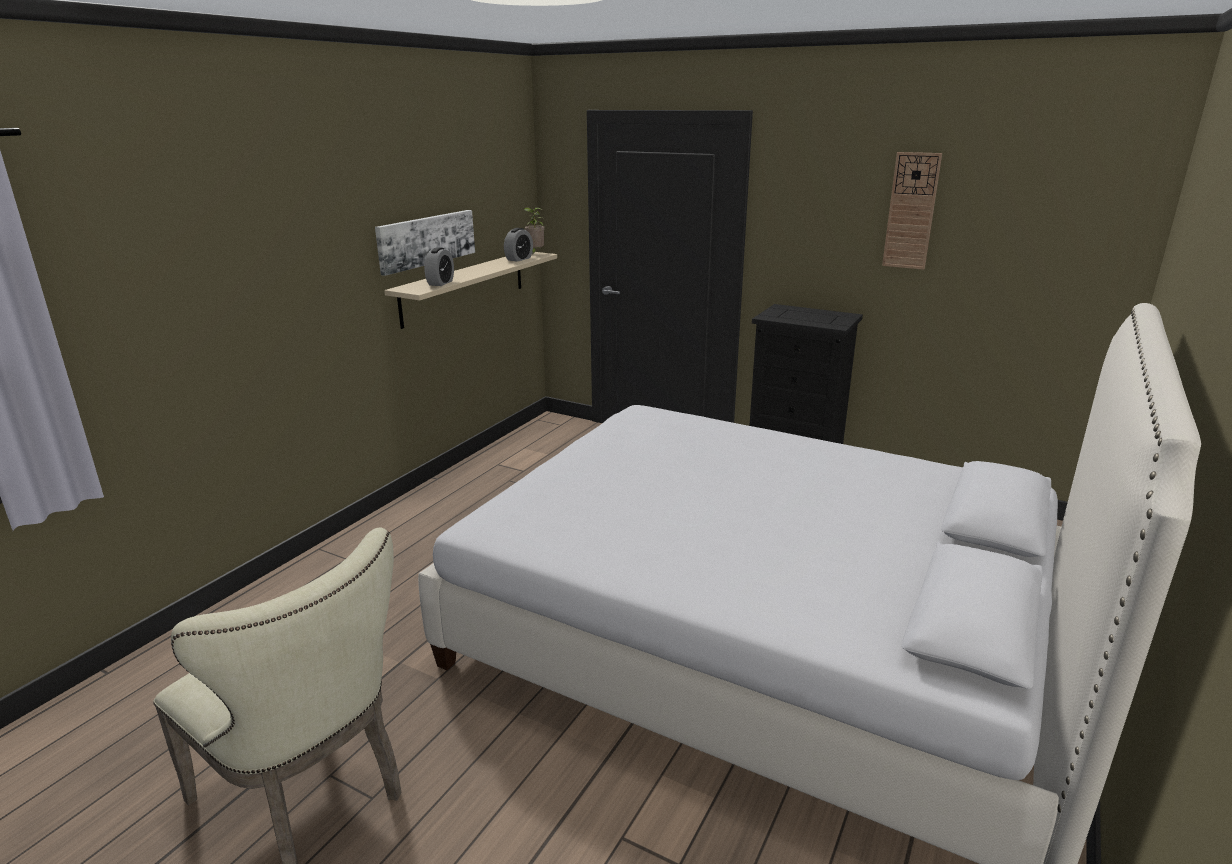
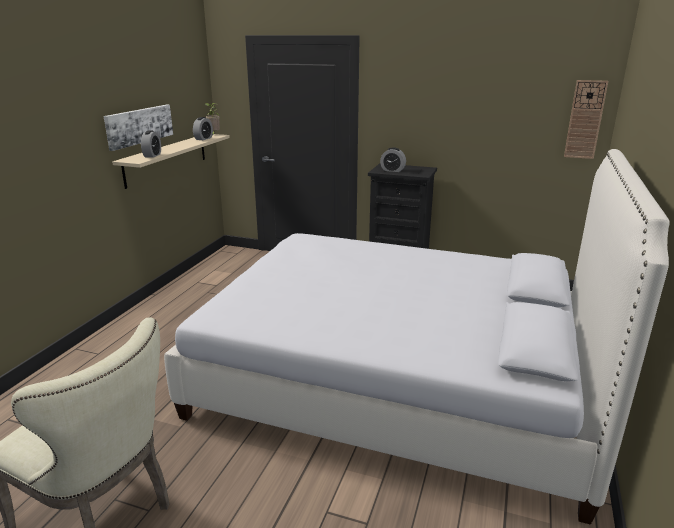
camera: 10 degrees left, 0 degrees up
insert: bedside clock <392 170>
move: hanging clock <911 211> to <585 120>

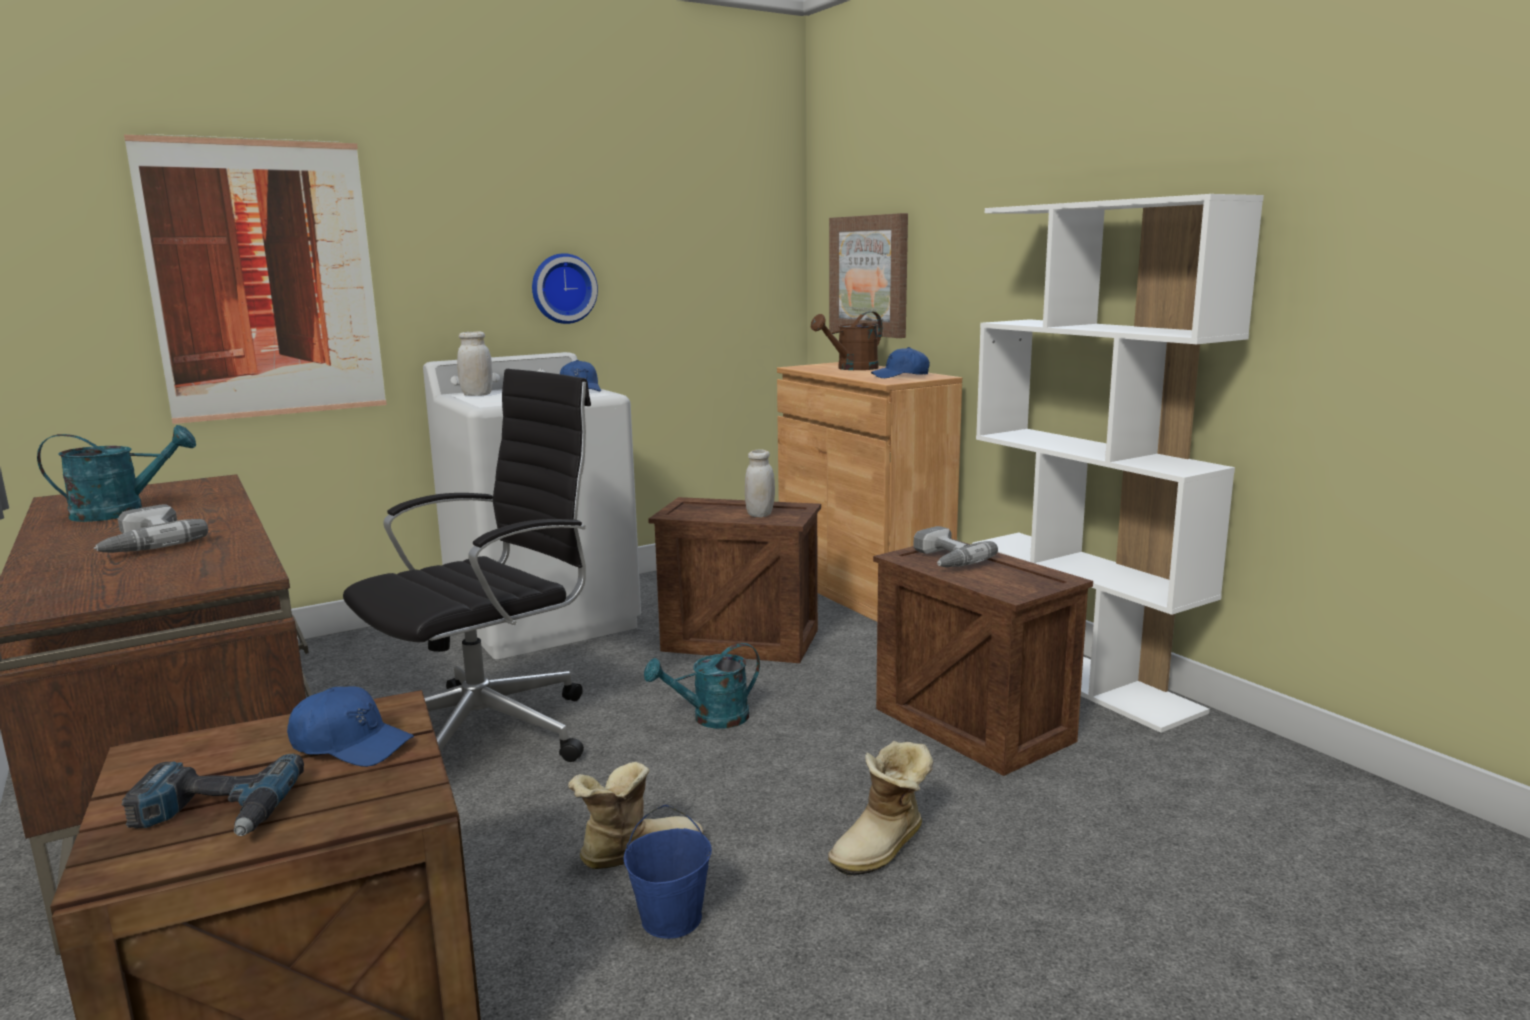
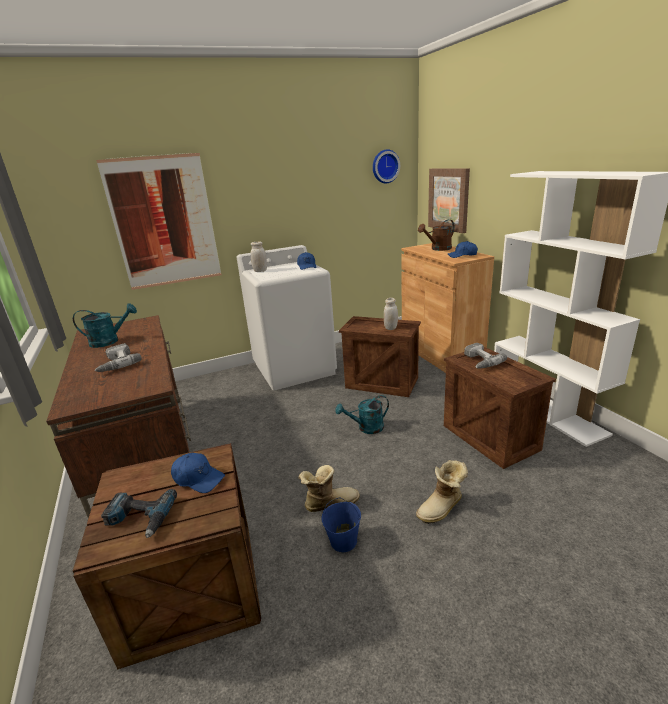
camera: 10 degrees right, 10 degrees up
delete: office chair (black-coloured) <490 733>
move: hanging clock <563 288> to <385 166>

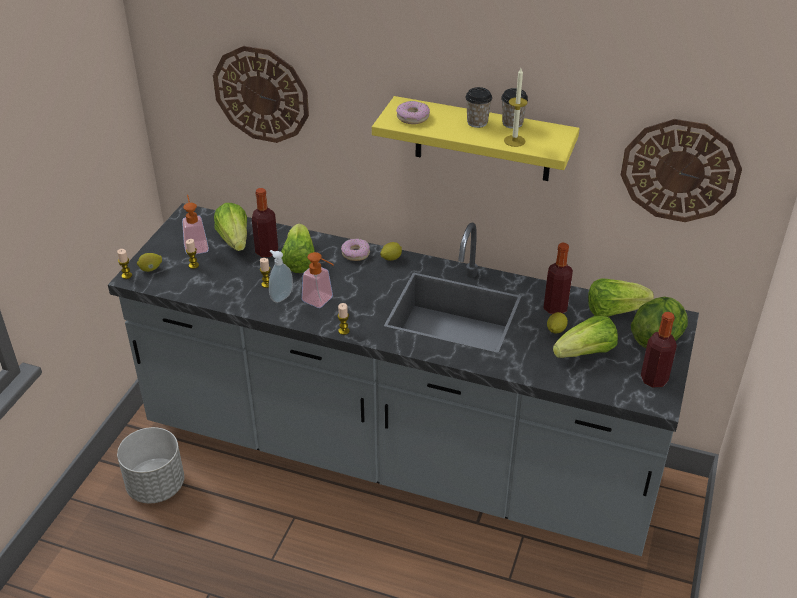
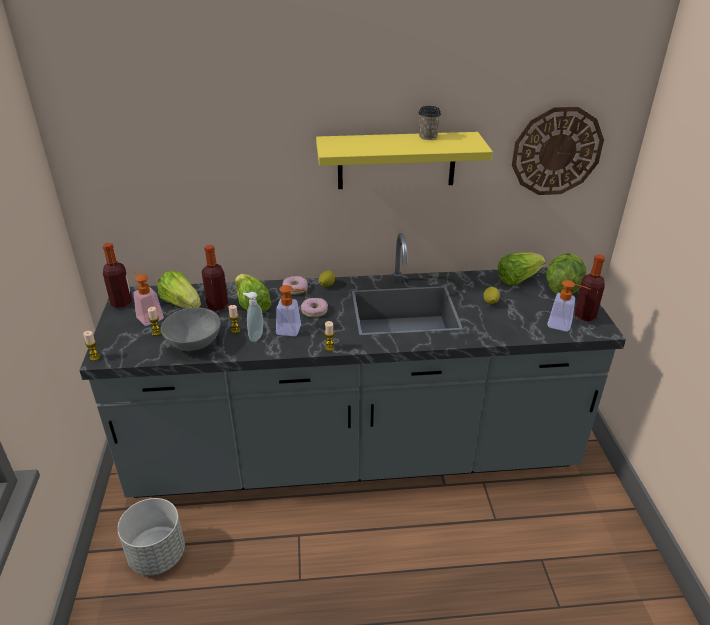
camera: 25 degrees left, 5 degrees down
delete: lemon <151 269>; hanging clock <261 94>; drinking cup <477 122>; wax candle <514 141>; head of lettuce <586 353>
insert: bowl (greyish) <194 343>; liquid soap bottle <564 326>
move: ring doughnut <413 117> to <314 311>; beverage bottle <555 308> to <122 303>

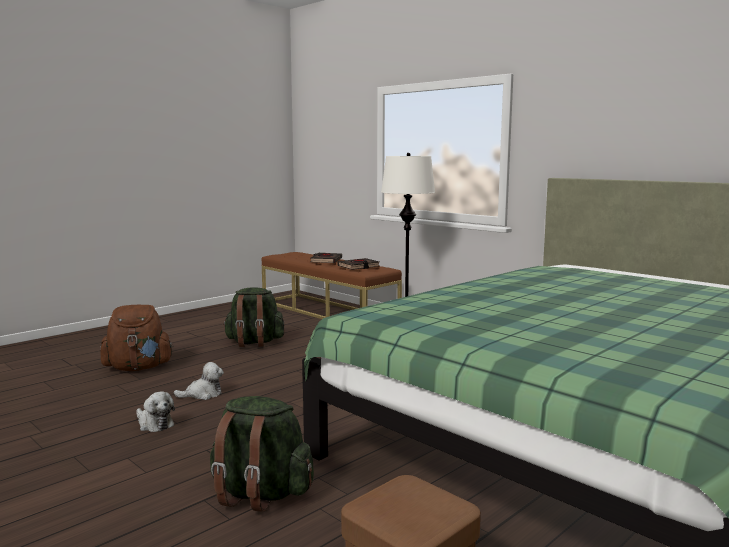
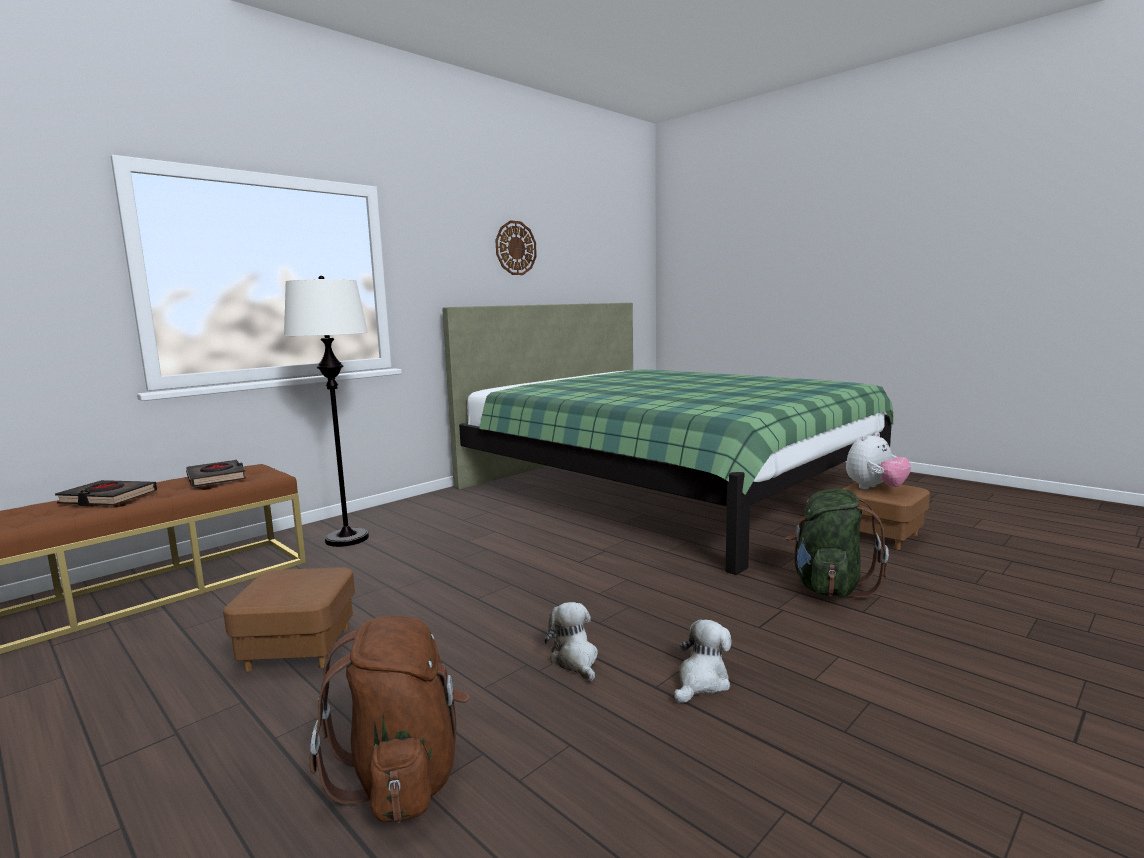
camera: 90 degrees left, 0 degrees up
insert: hanging clock <515 248>; cuddly toy <875 488>
replace: knapsack (green-coloured) <254 343> to pouffe (brown-coloured) <299 649>

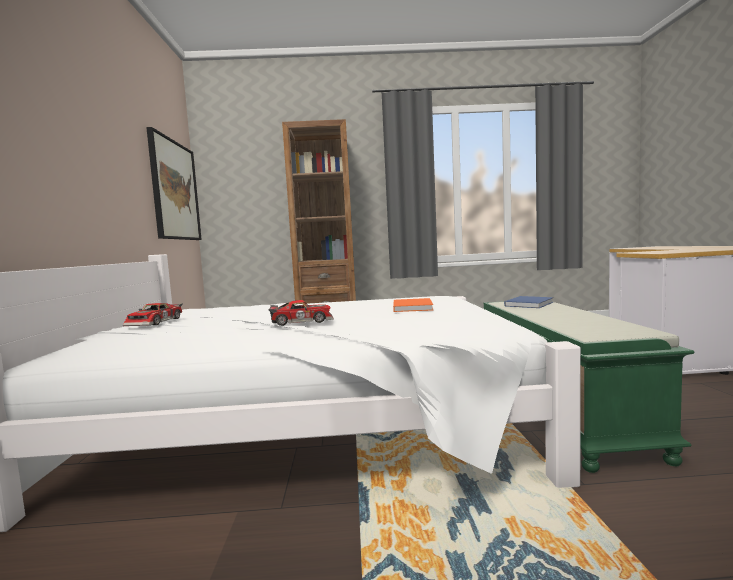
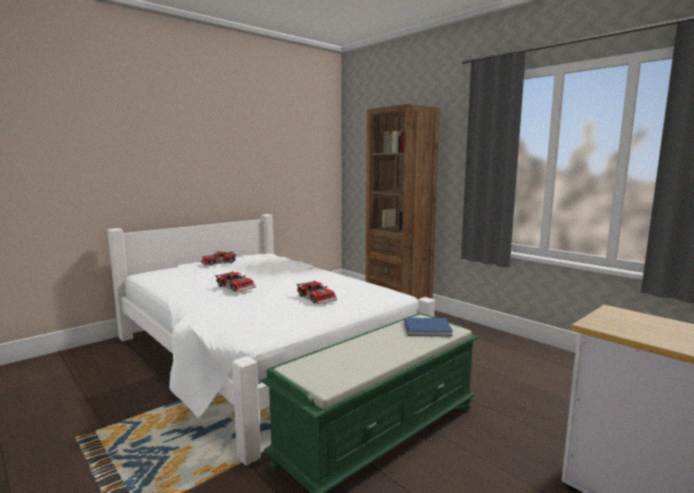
camera: 50 degrees right, 5 degrees up
delete: picture <175 190>
replace: bound book (orange-coloured) <412 307> to miniature car <317 297>

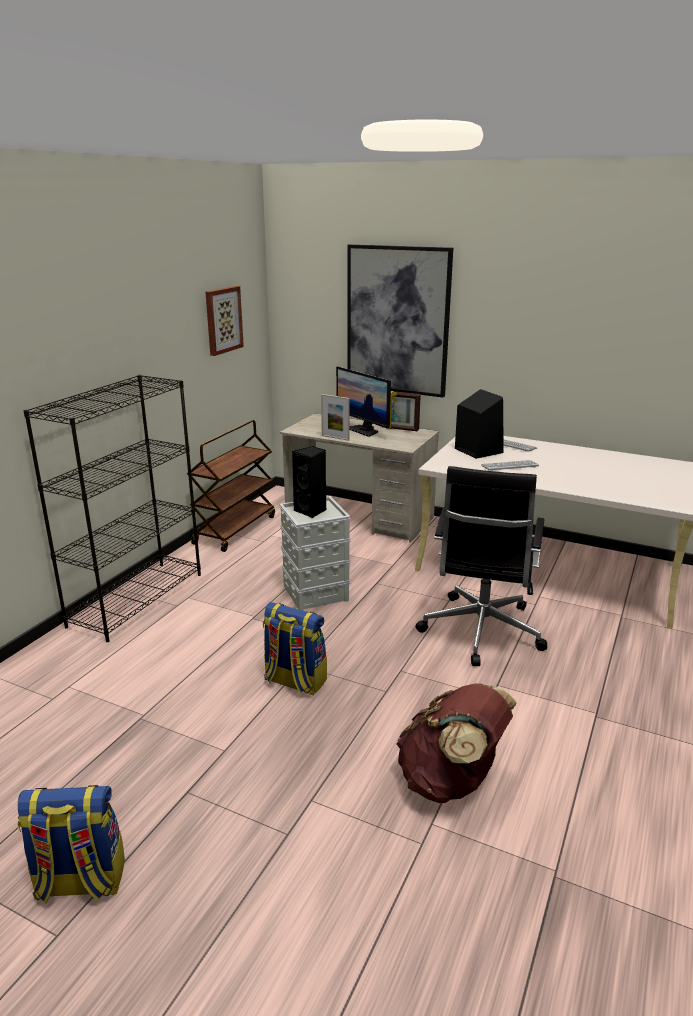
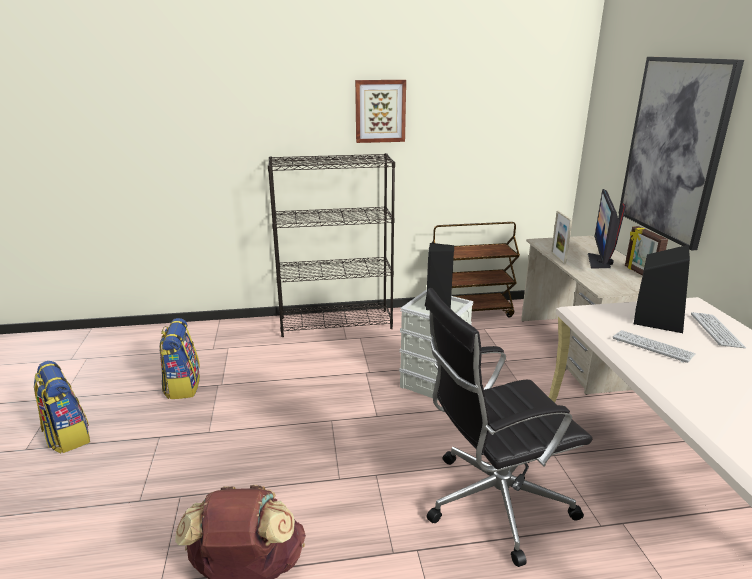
camera: 55 degrees right, 0 degrees up
move: picture <223 320> to <380 111>; knapsack <294 681> to <182 386>

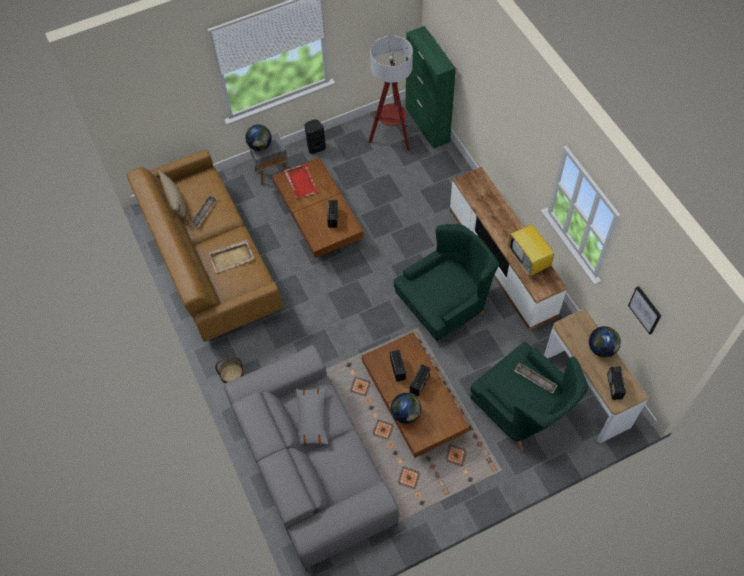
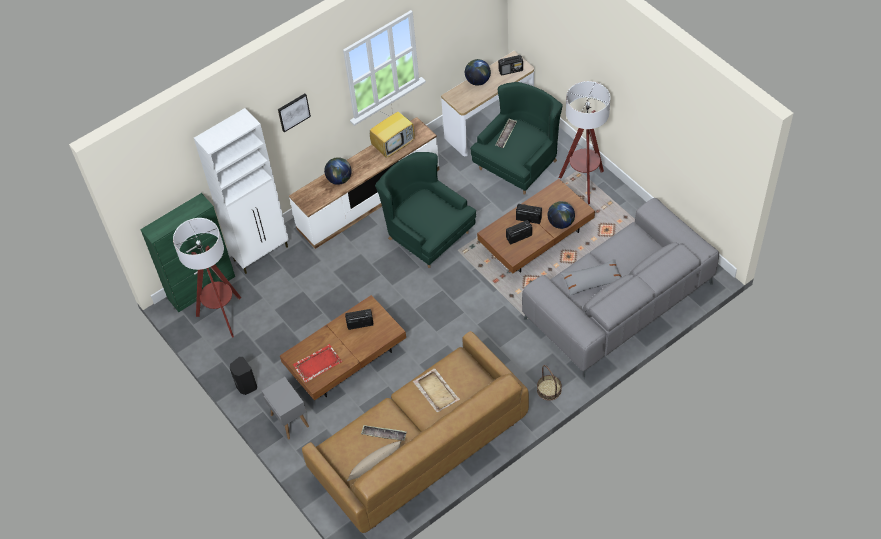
camera: 100 degrees left, 5 degrees down
insert: cabinet (white) <261 253>; standard lamp <583 184>
move: world globe <260 146> to <339 179>; picture <645 309> to <293 112>

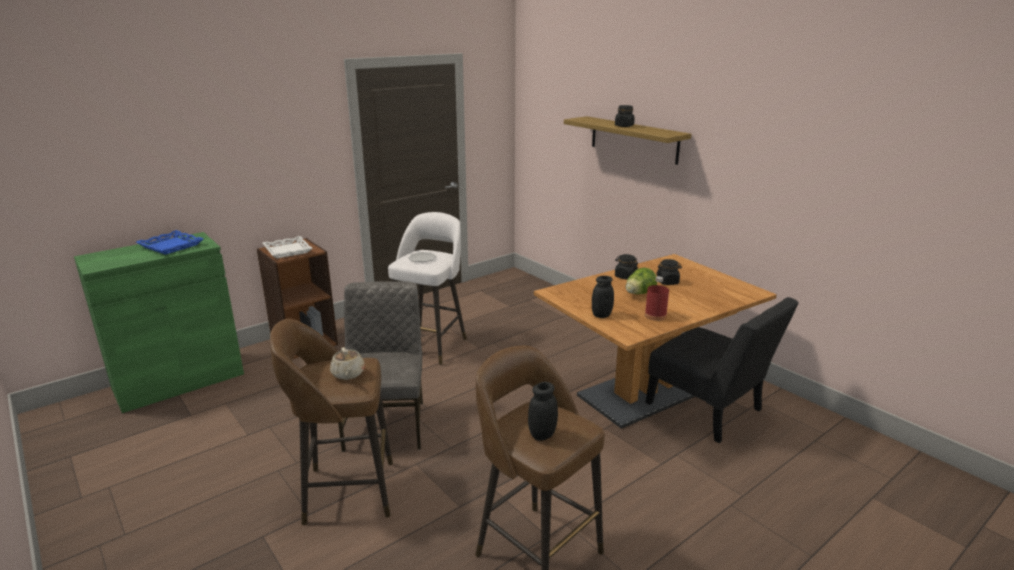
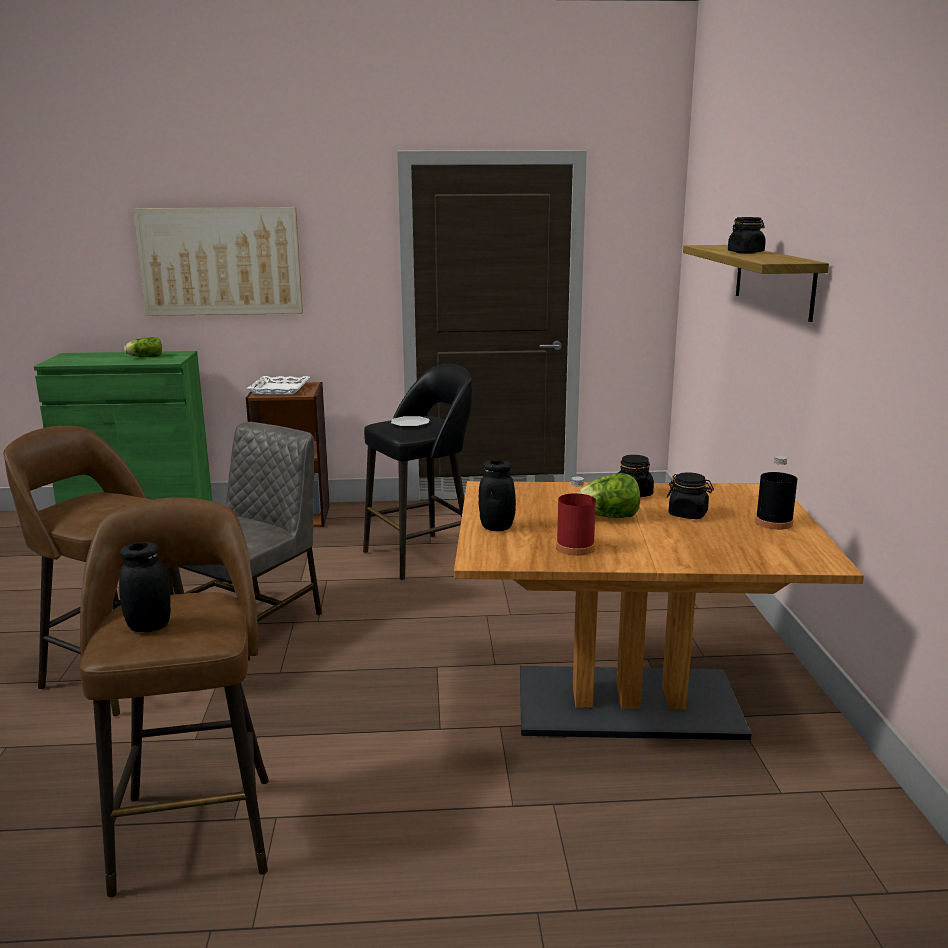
camera: 35 degrees right, 5 degrees down
delete: tea pot (beige-coloured) <348 374>; chair (black-coloured) <709 411>
insert: picture <220 261>; beverage bottle (black-coloured) <774 523>
replace: serving tray (blue-coloured) <171 246> to head of lettuce <144 357>
recolor: stool seat (white) <431 345> to stool seat (black-coloured) <422 555>

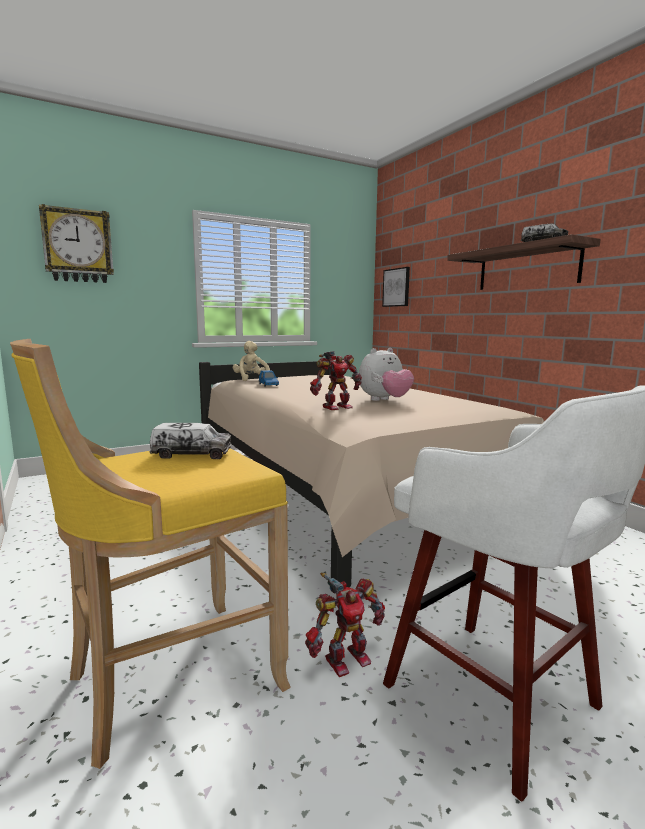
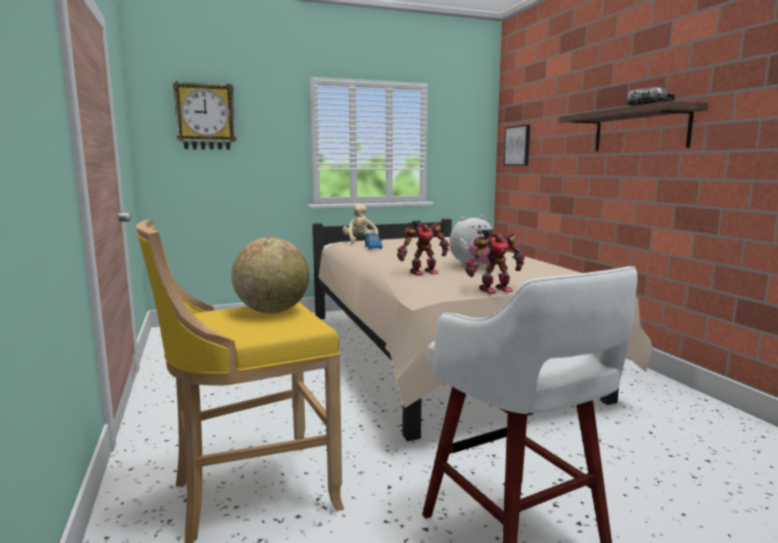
camera: 10 degrees right, 0 degrees up
move: model robot <345 658> to <494 289>
replace: toy truck <192 454> to world globe <272 311>

